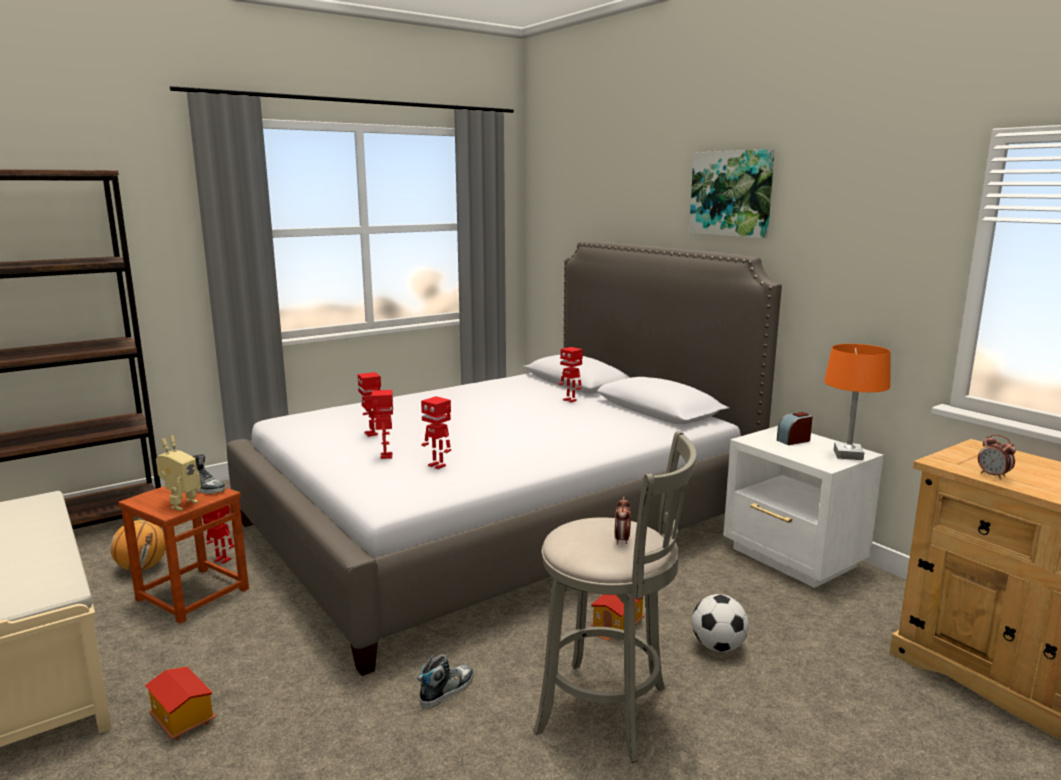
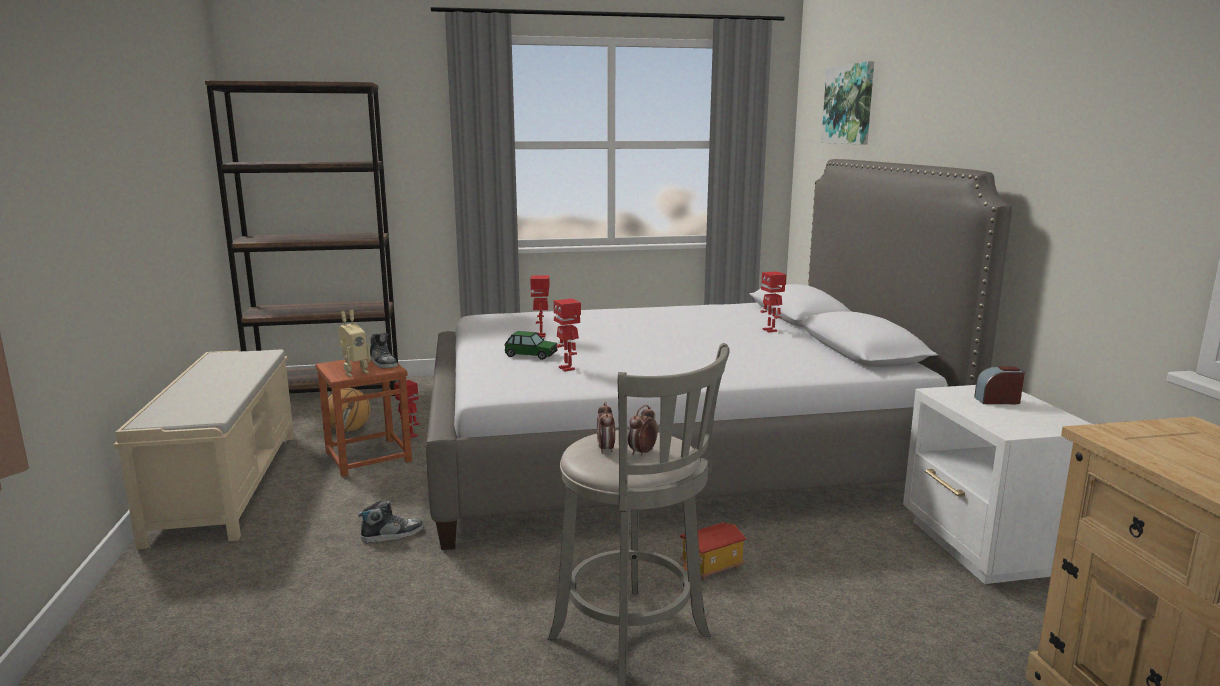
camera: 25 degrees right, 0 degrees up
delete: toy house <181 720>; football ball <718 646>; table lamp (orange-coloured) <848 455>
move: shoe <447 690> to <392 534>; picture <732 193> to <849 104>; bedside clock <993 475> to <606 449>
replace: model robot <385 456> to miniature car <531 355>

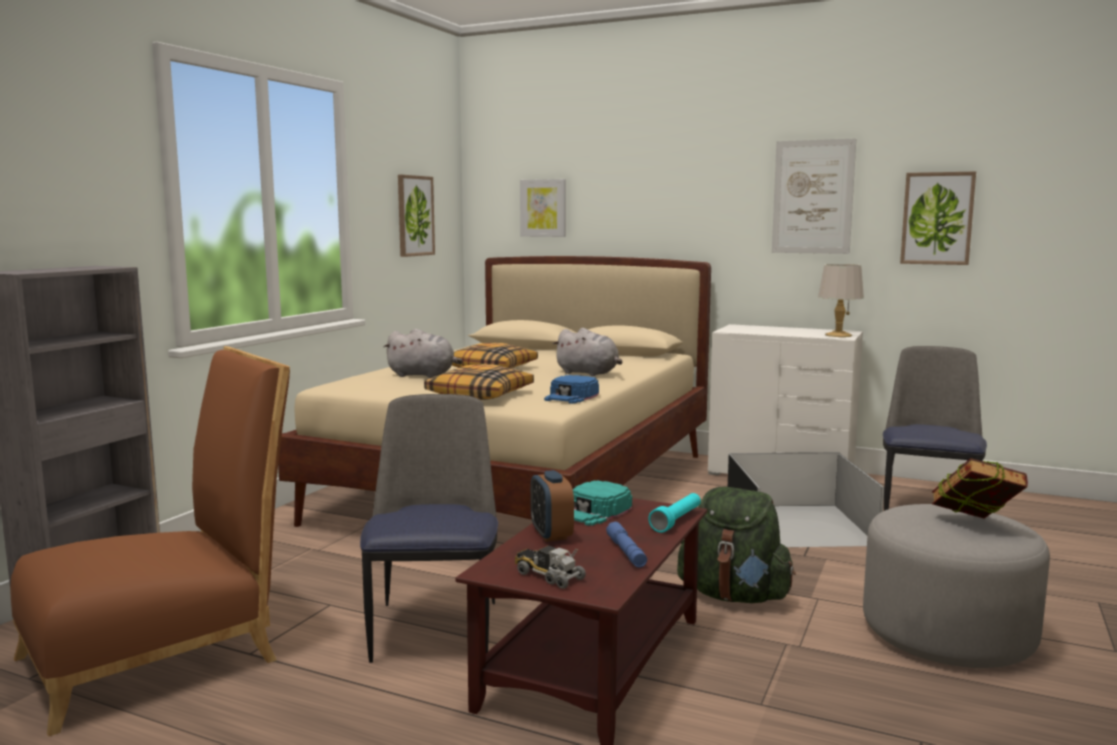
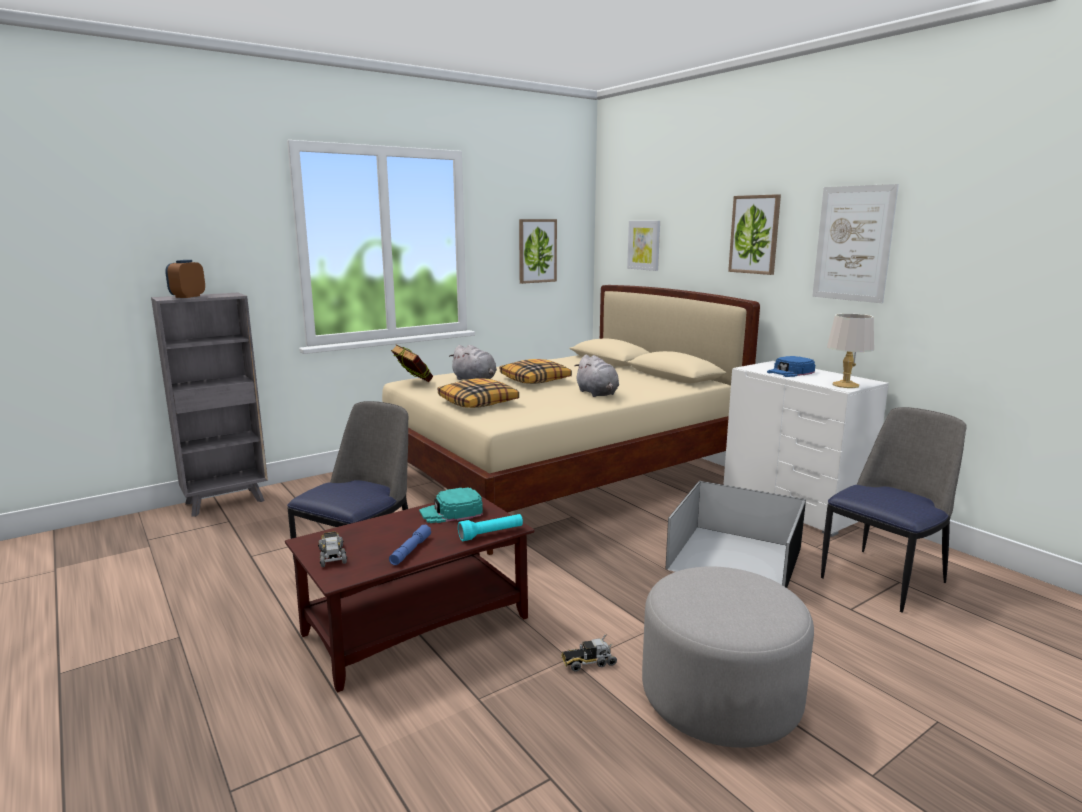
camera: 30 degrees right, 5 degrees up
delete: chair (brown-coloured) <164 653>; knapsack (green-coloured) <734 596>
insert: toy truck <588 662>
move: bedside clock <551 534> to <188 296>; baseball cap (blue-coloured) <571 396> to <790 372>; picture <937 218> to <755 234>; bound book <974 525> to <413 383>

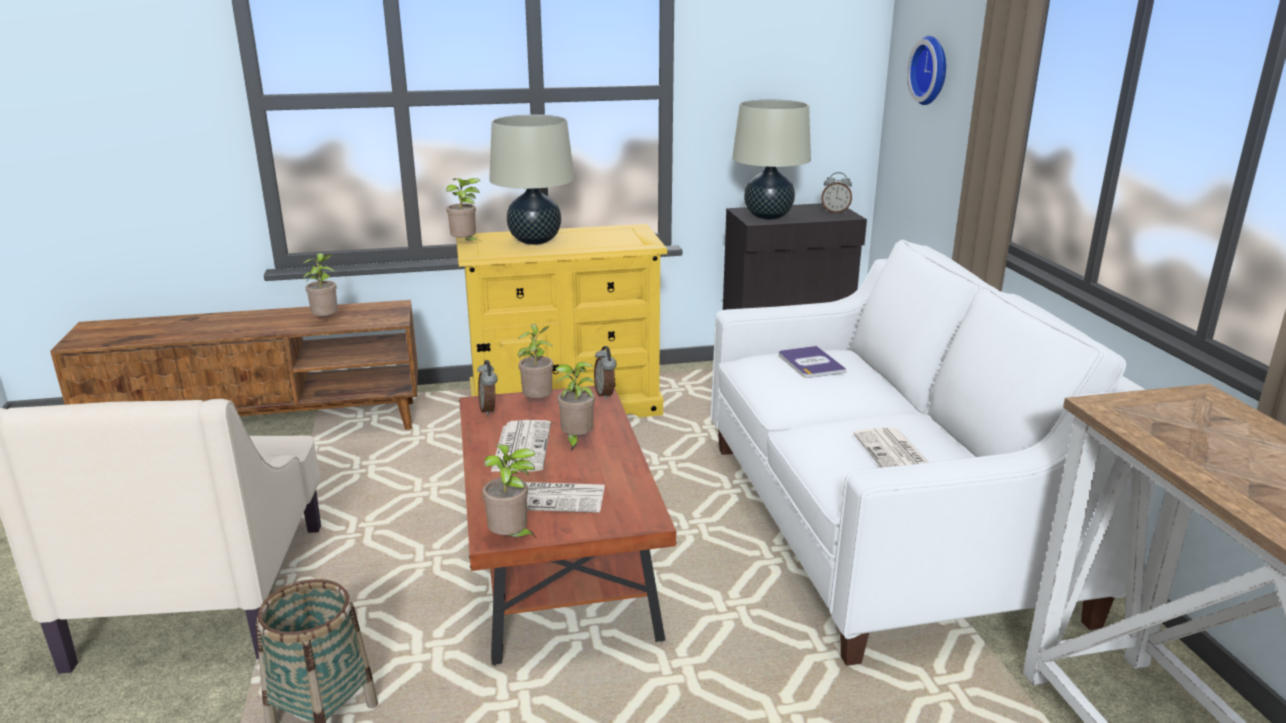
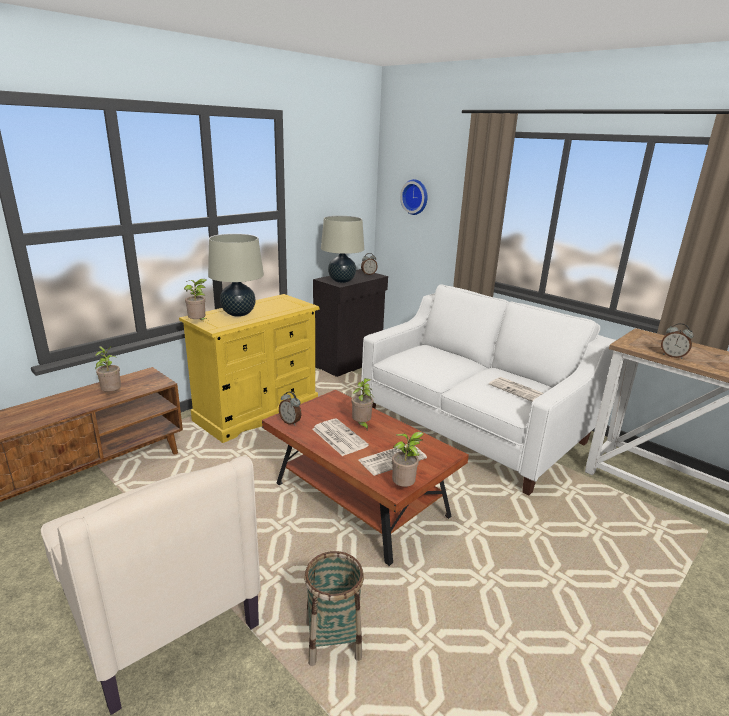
camera: 35 degrees left, 0 degrees up
delete: potted plant <538 402>; bound book <810 363>
move: bedside clock <605 394> to <672 356>

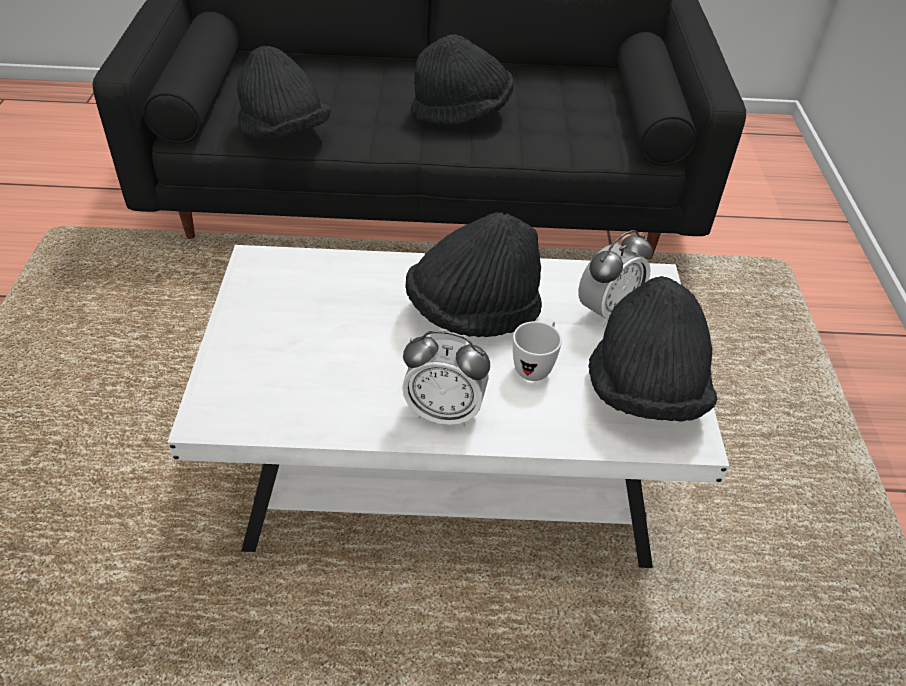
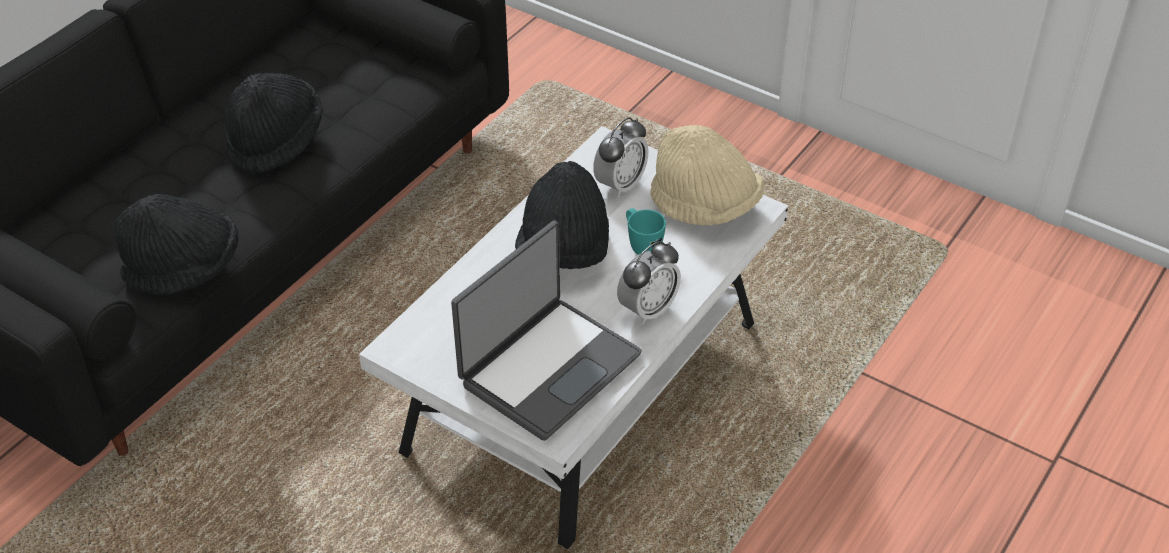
camera: 55 degrees left, 0 degrees up
insert: laptop <548 368>
recolor: mug (white) <535 365> to mug (blue-green) <641 245>; hat (black-coloured) <644 391> to hat (beige-coloured) <704 207>
rotate: bedside clock <607 312> = <620 184> 45 degrees clockwise

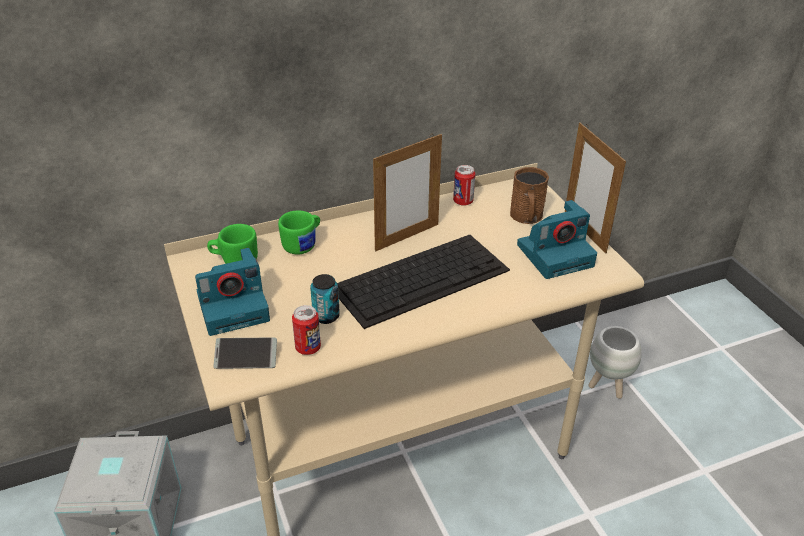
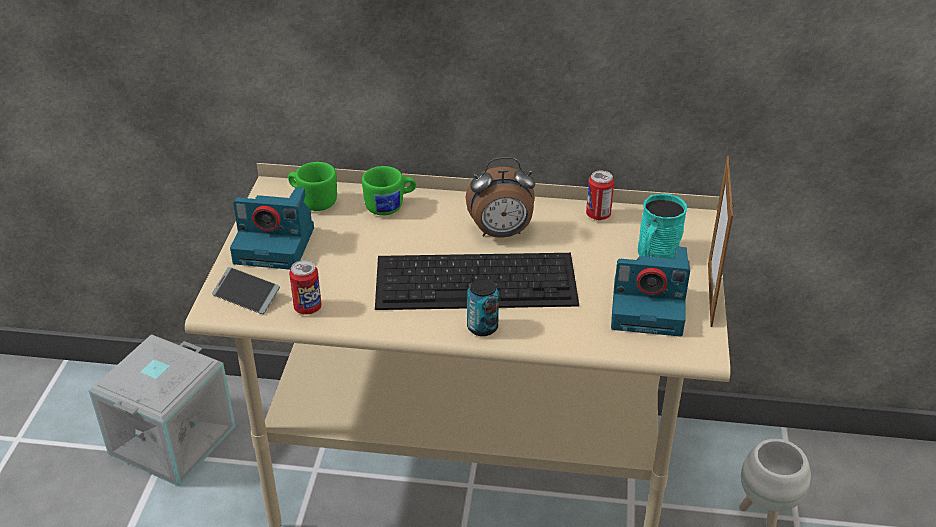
camera: 30 degrees right, 0 degrees up
move: metal can <326 316> to <482 327>
replace: photo frame <407 237> to bedside clock <501 233>
recolor: mug (brown-coloured) <527 217> to mug (blue-green) <655 255>

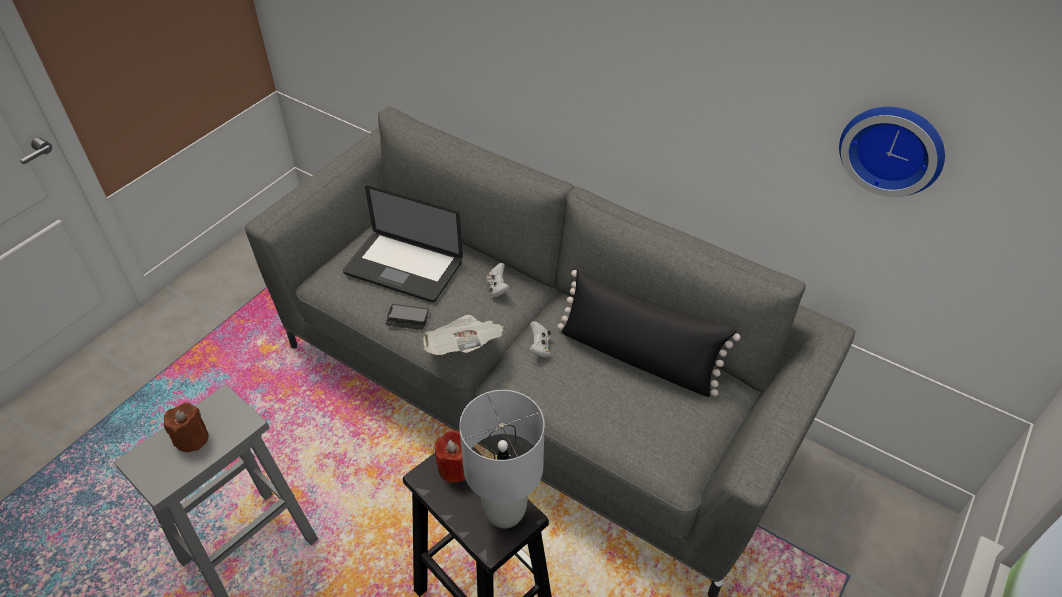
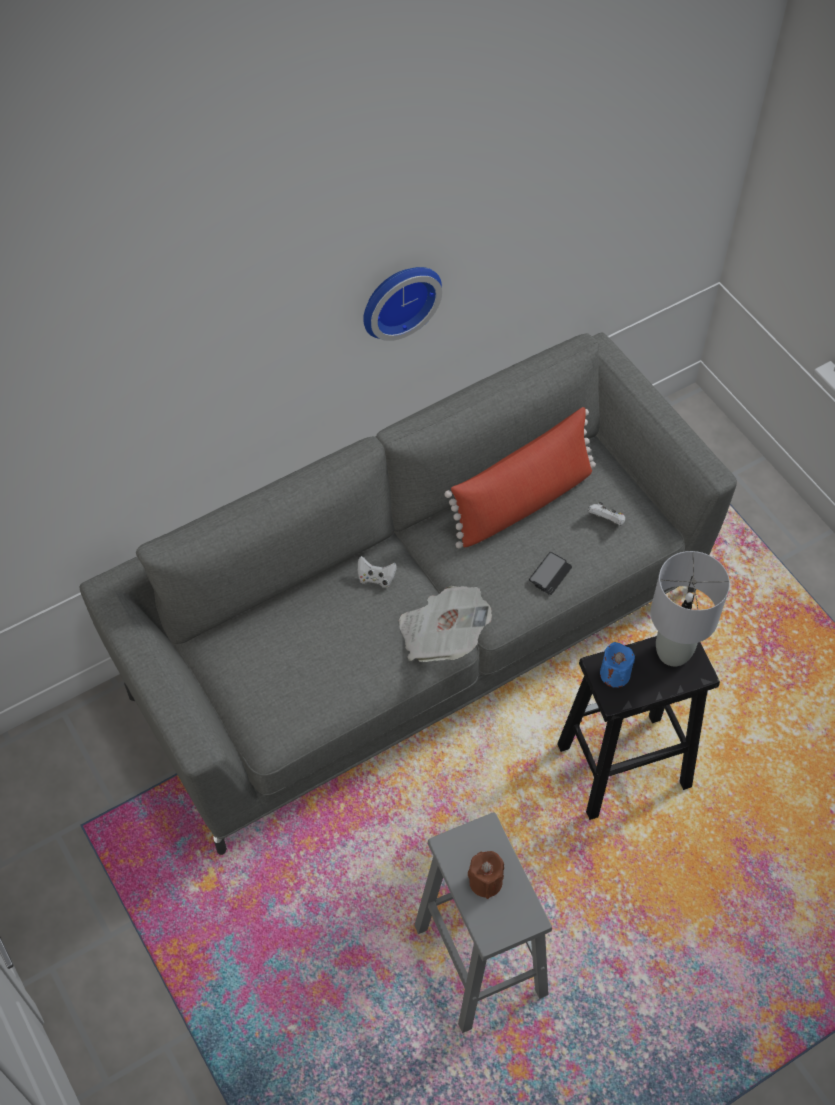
camera: 65 degrees left, 10 degrees up
delete: laptop <403 268>
move: handset <407 318> to <550 574>; joypad (white) <539 347> to <606 520>; hanging clock <893 148> to <398 298>
recolor: wax candle (red-coloured) <454 468> to wax candle (blue-coloured) <615 674>; cushion (black-coloured) <638 357> to cushion (red-coloured) <523 501>

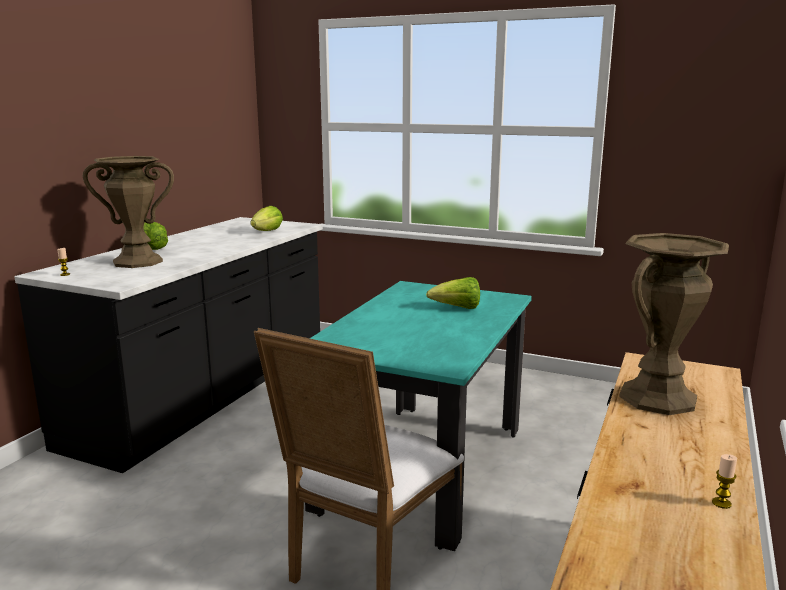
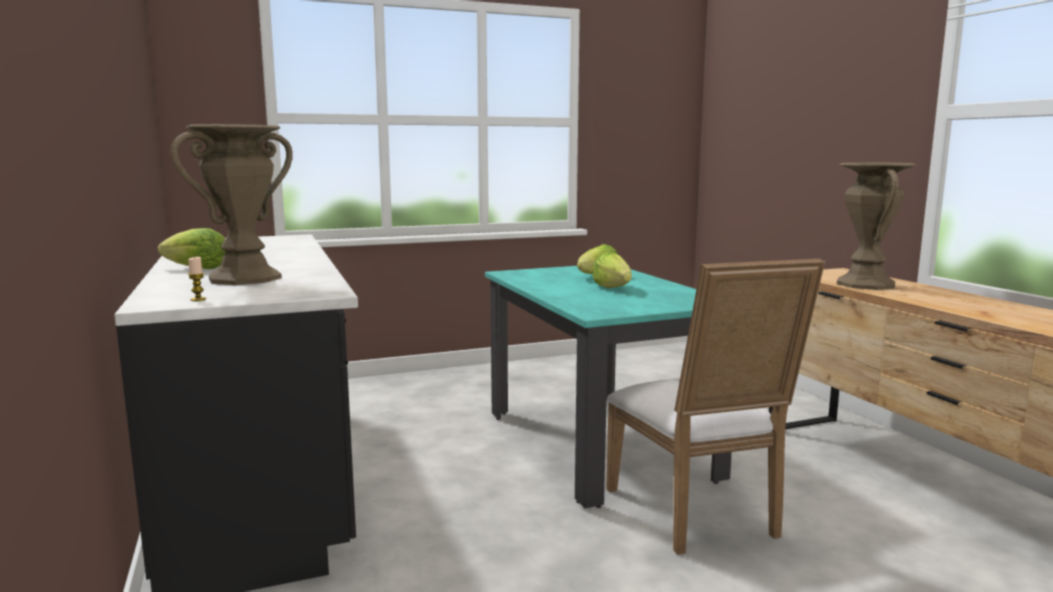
camera: 45 degrees left, 5 degrees down
delete: wax candle <721 503>
move: head of lettuce <267 231> to <613 288>

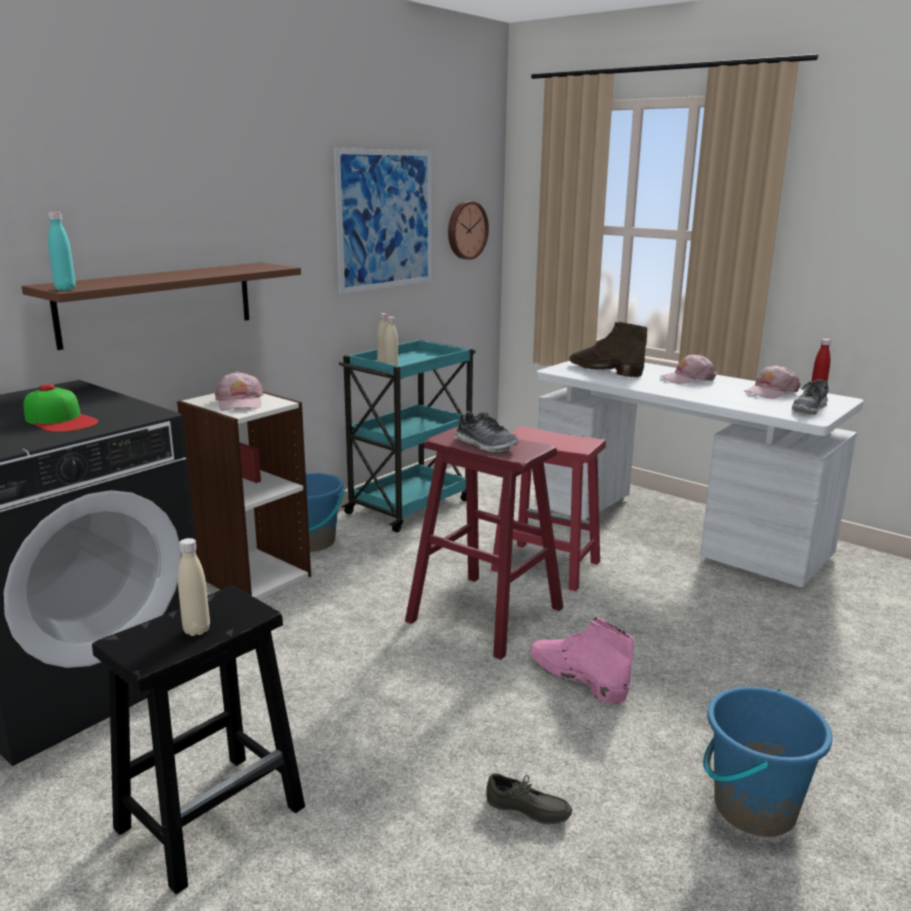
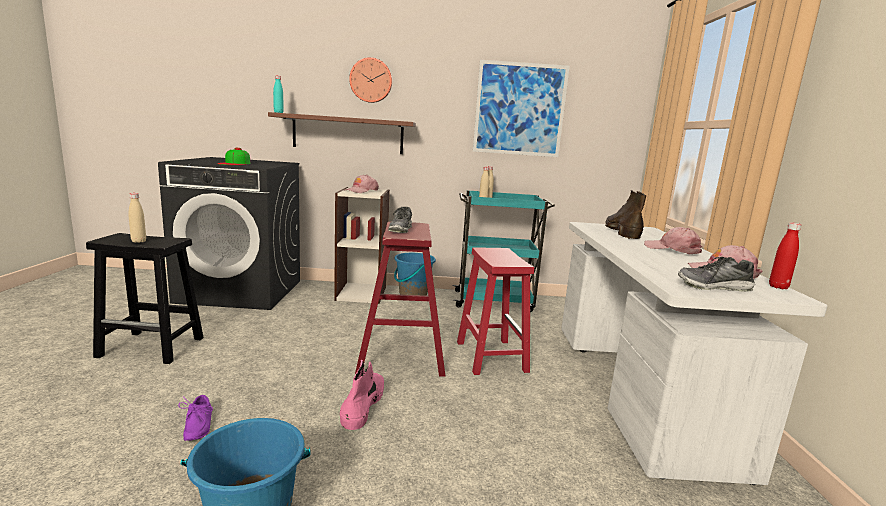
camera: 50 degrees right, 5 degrees down
move: hanging clock <466 230> to <371 80>
recolor: shoe (greyish) <527 811> to shoe (purplish) <196 427>

